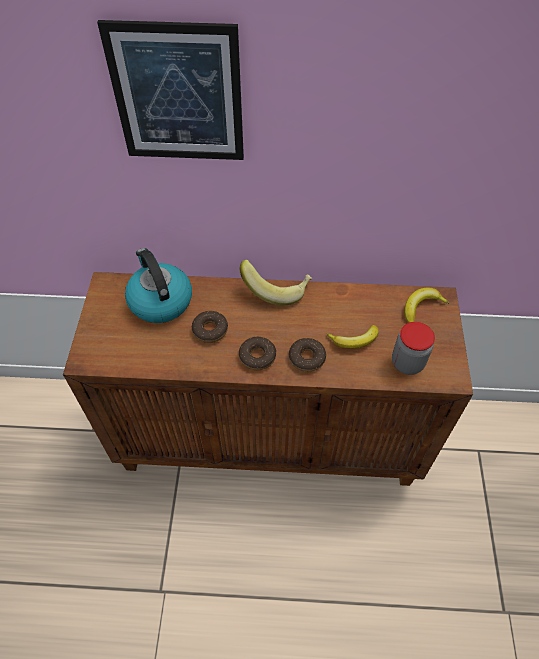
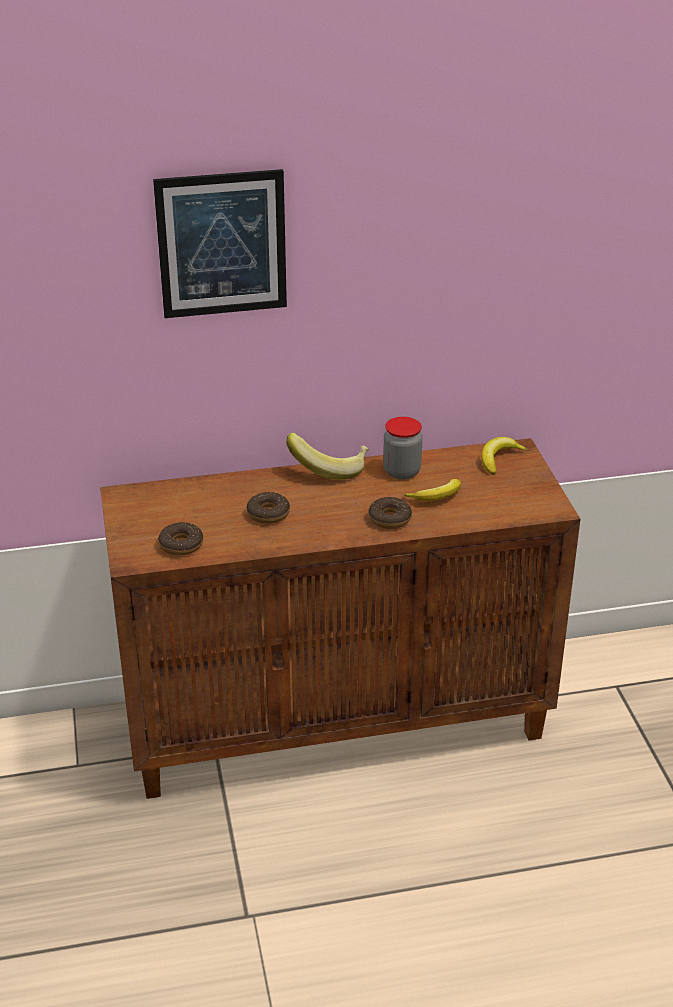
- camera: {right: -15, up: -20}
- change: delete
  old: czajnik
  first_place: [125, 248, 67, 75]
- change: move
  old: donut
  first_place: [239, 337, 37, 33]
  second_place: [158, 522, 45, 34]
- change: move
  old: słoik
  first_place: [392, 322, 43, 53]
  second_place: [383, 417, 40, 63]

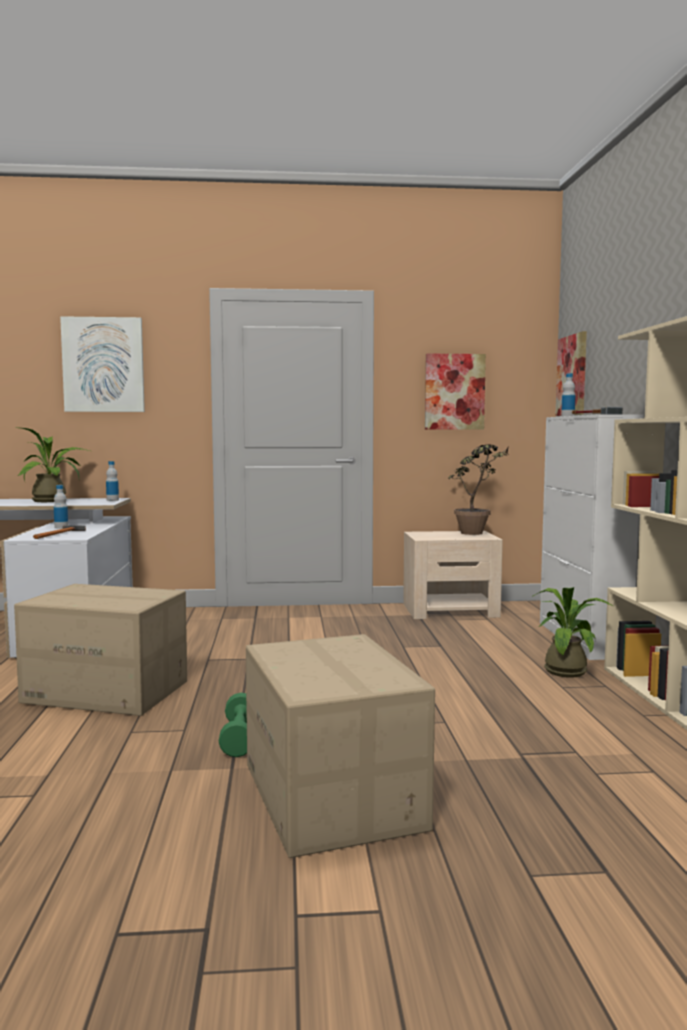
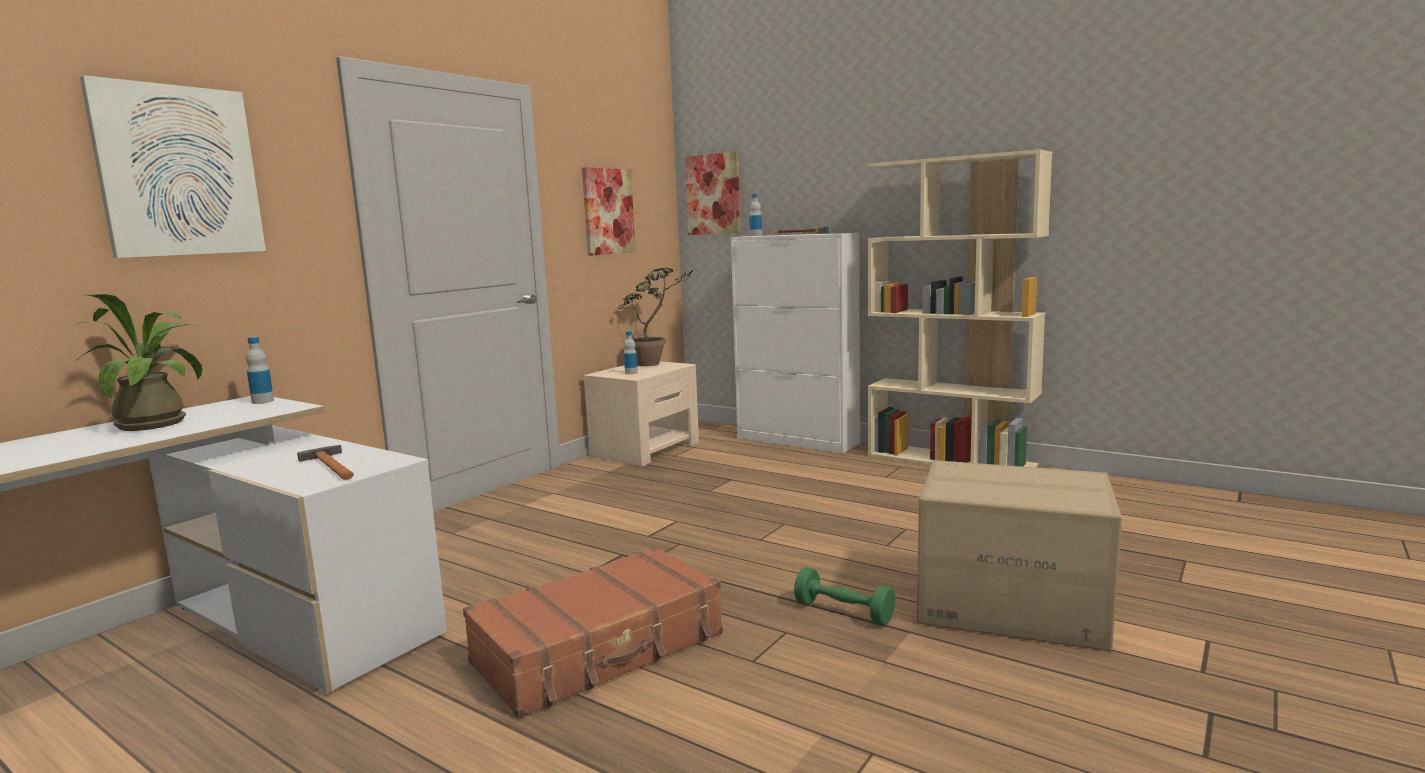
- camera: {right: -50, up: 5}
- change: replace
  old: karton
  new: walizka/brązowy
  first_place: [14, 584, 173, 132]
  second_place: [463, 546, 260, 172]
- change: move
  old: butelka
  first_place: [54, 485, 14, 44]
  second_place: [624, 331, 14, 43]
- change: delete
  old: roślina doniczkowa
  first_place: [532, 587, 81, 91]

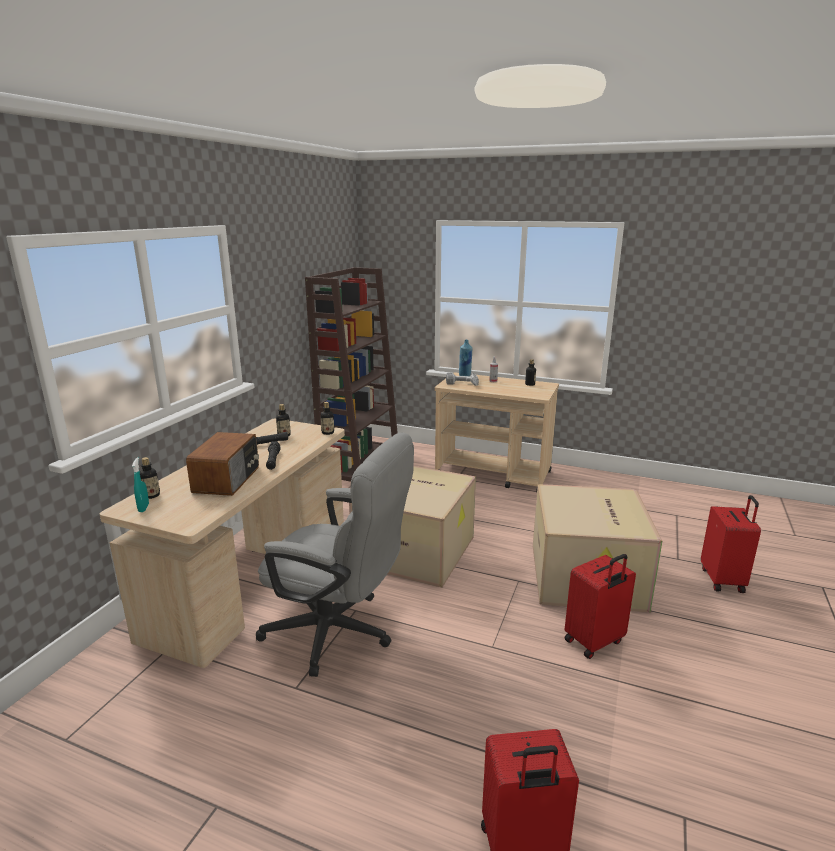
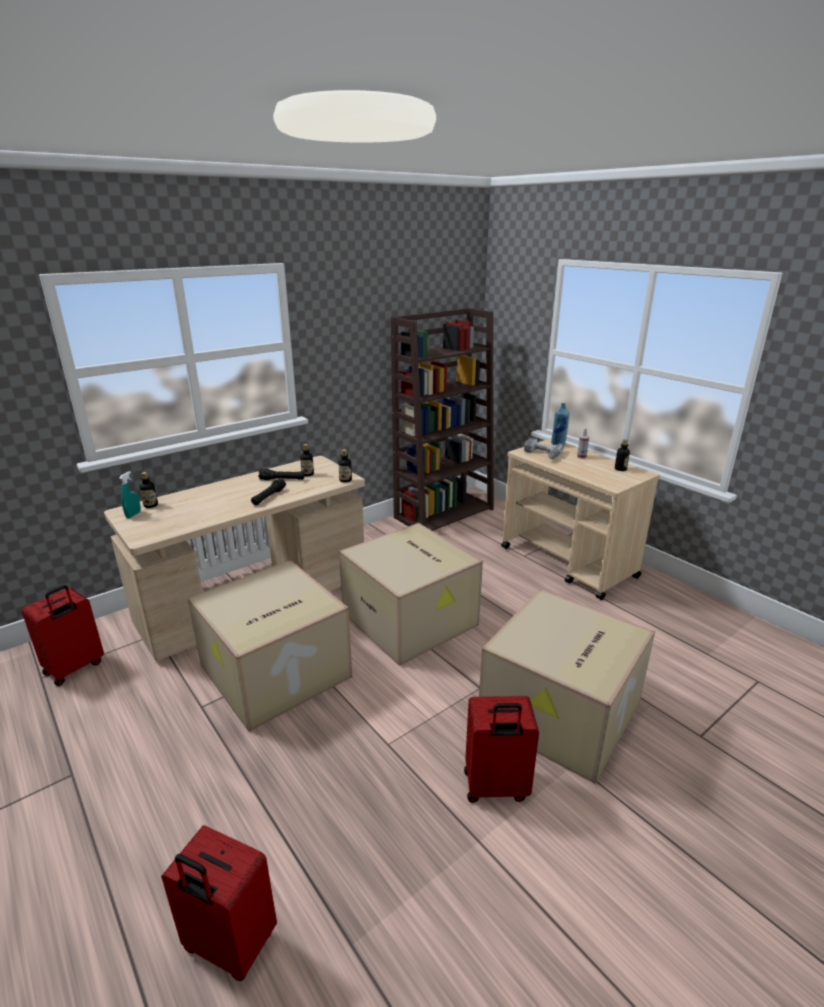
- camera: {right: 30, up: 5}
- change: delete
  old: radio
  first_place: [186, 432, 73, 64]
- change: replace
  old: krzesło biurowe/szary
  new: karton
  first_place: [256, 433, 158, 244]
  second_place: [188, 560, 164, 172]
- change: move
  old: walizka/czerwony
  first_place: [701, 495, 60, 98]
  second_place: [22, 585, 82, 101]

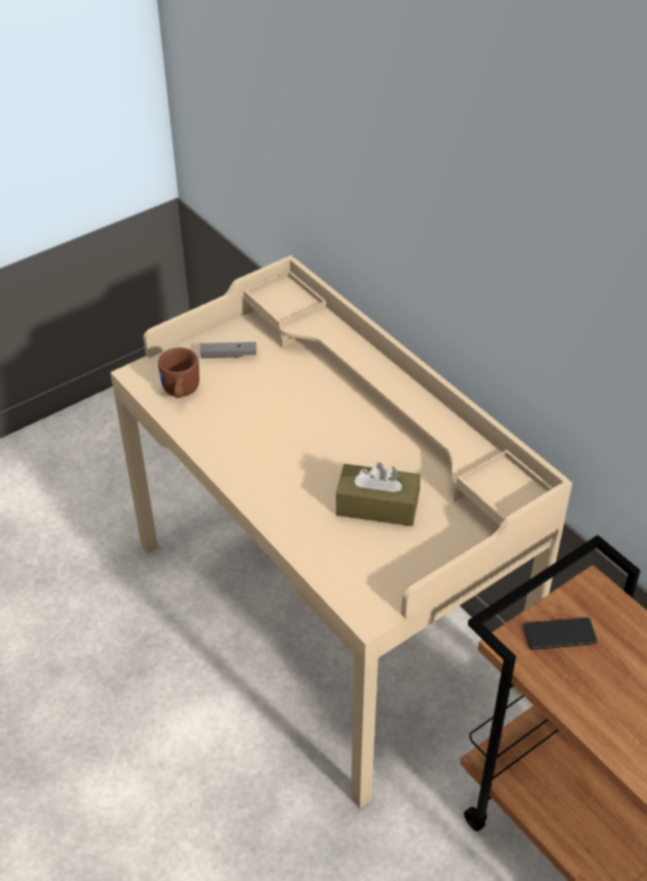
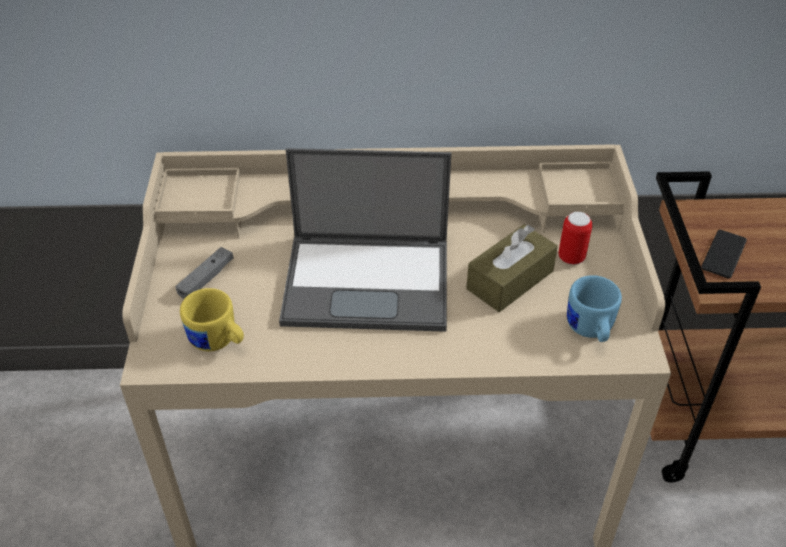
- camera: {right: -55, up: 0}
- change: recolor
  old: kubek/brązowy
  new: kubek/żółty
  first_place: [158, 347, 41, 51]
  second_place: [180, 288, 64, 63]
- change: insert
  new: laptop
  second_place: [279, 148, 172, 184]
- change: insert
  new: puszka
  second_place: [558, 212, 34, 53]
- change: insert
  new: kubek/niebieski
  second_place: [567, 275, 55, 67]

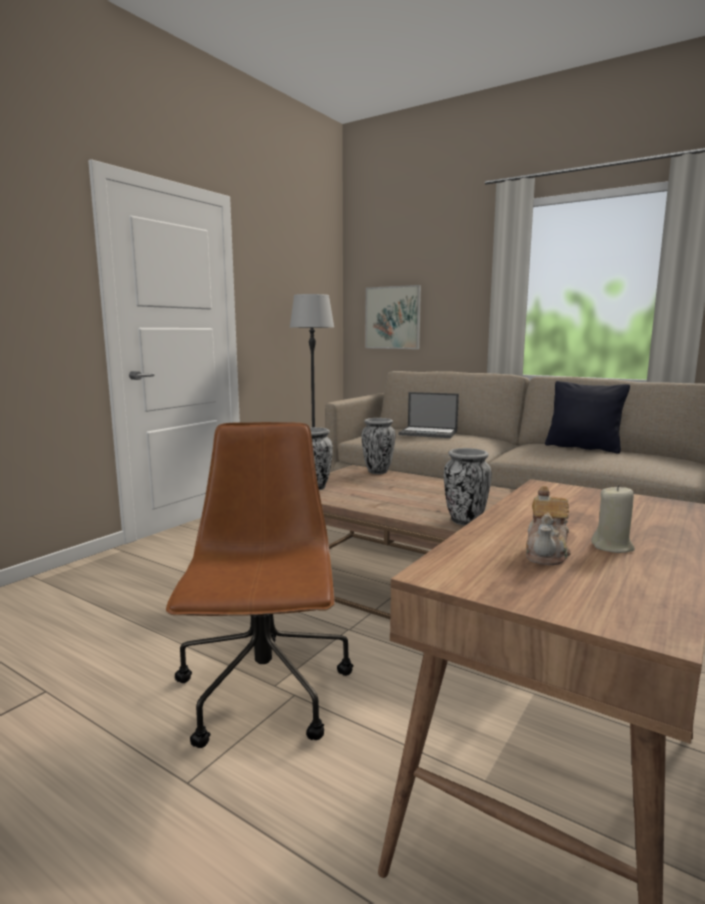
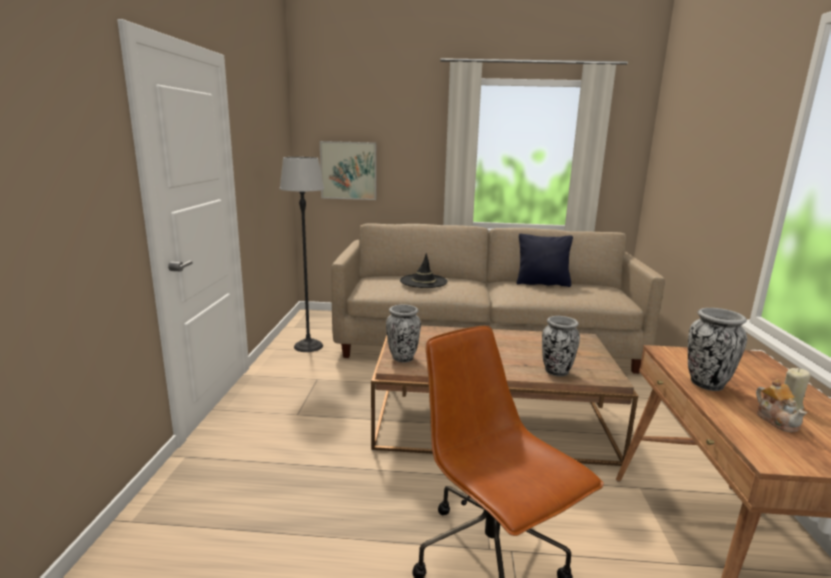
- camera: {right: -30, up: 5}
- change: move
  old: wazon
  first_place: [361, 418, 35, 56]
  second_place: [688, 308, 59, 83]
- change: replace
  old: laptop
  new: kapelusz/czarny
  first_place: [399, 392, 60, 46]
  second_place: [400, 253, 48, 35]

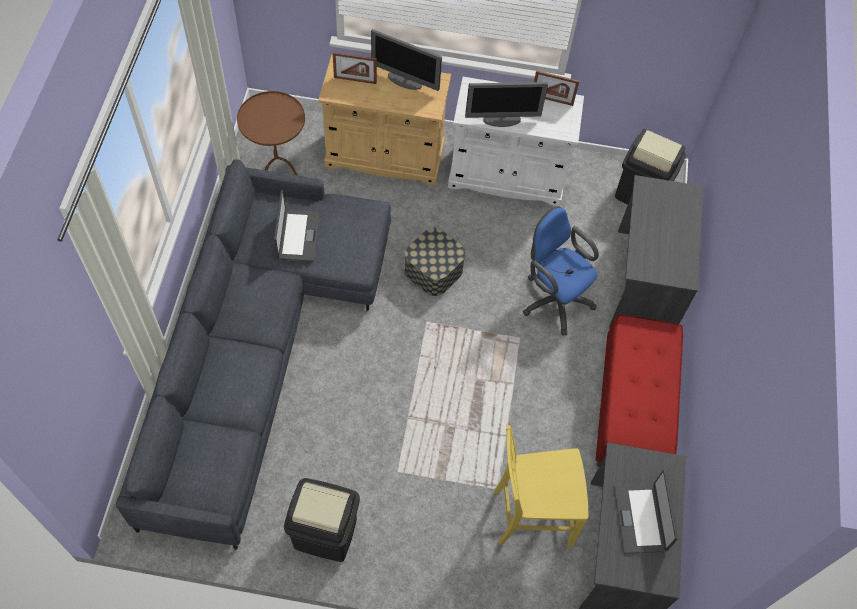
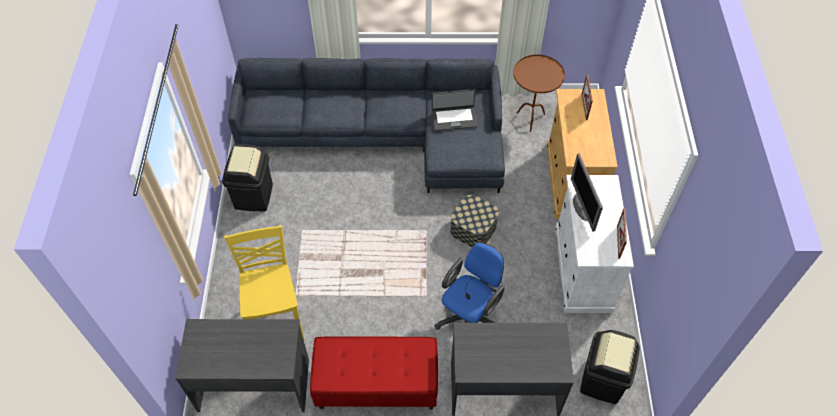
- camera: {right: 85, up: -5}
- change: delete
  old: monitor
  first_place: [371, 29, 71, 62]
- change: delete
  old: laptop
  first_place: [614, 470, 64, 84]

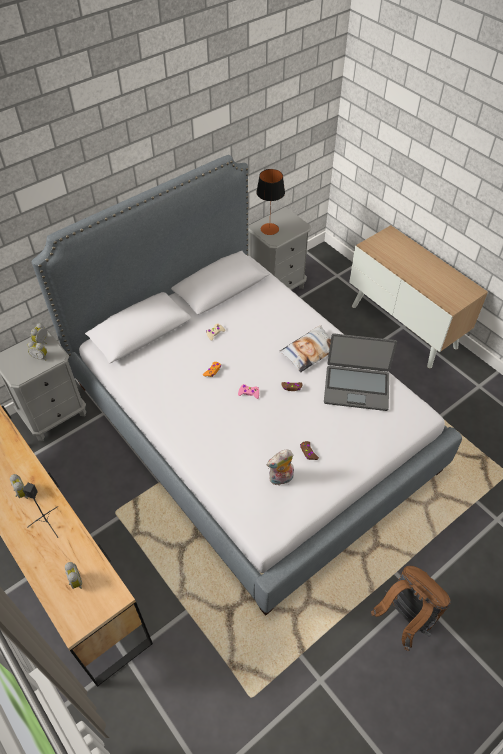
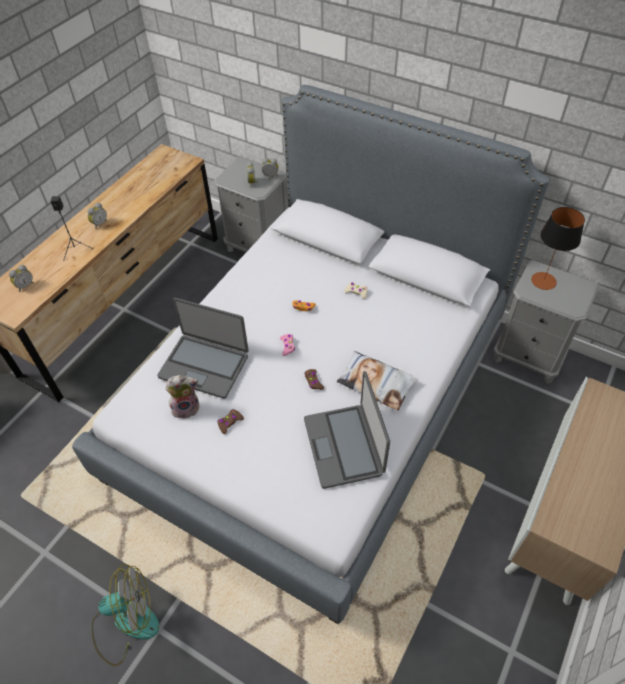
- camera: {right: 70, up: 0}
- change: rotate
  old: pluszak
  first_place: [267, 450, 27, 36]
  second_place: [165, 375, 34, 44]
  degrees: 120
- change: replace
  old: plecak/brązowy
  new: wentylator
  first_place: [371, 566, 80, 85]
  second_place: [91, 564, 68, 102]
- change: insert
  new: laptop
  second_place: [157, 298, 92, 101]

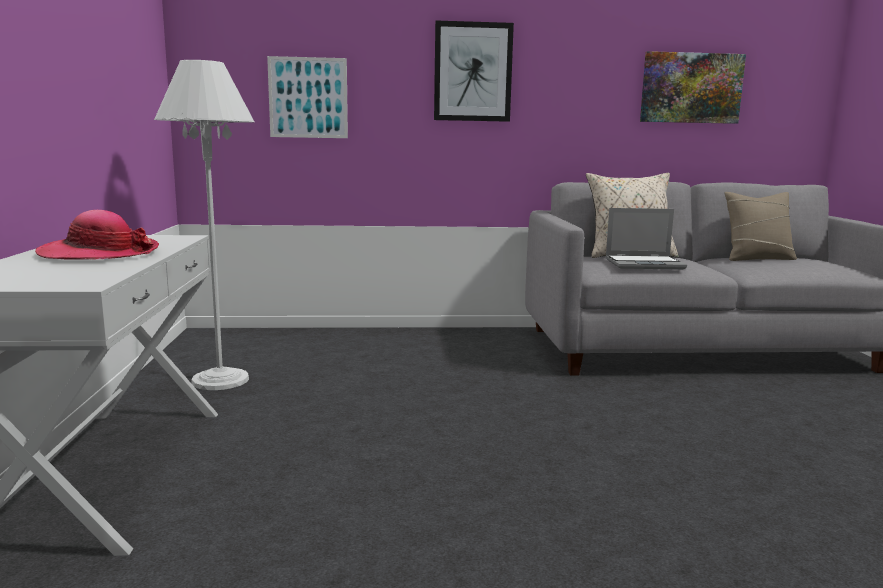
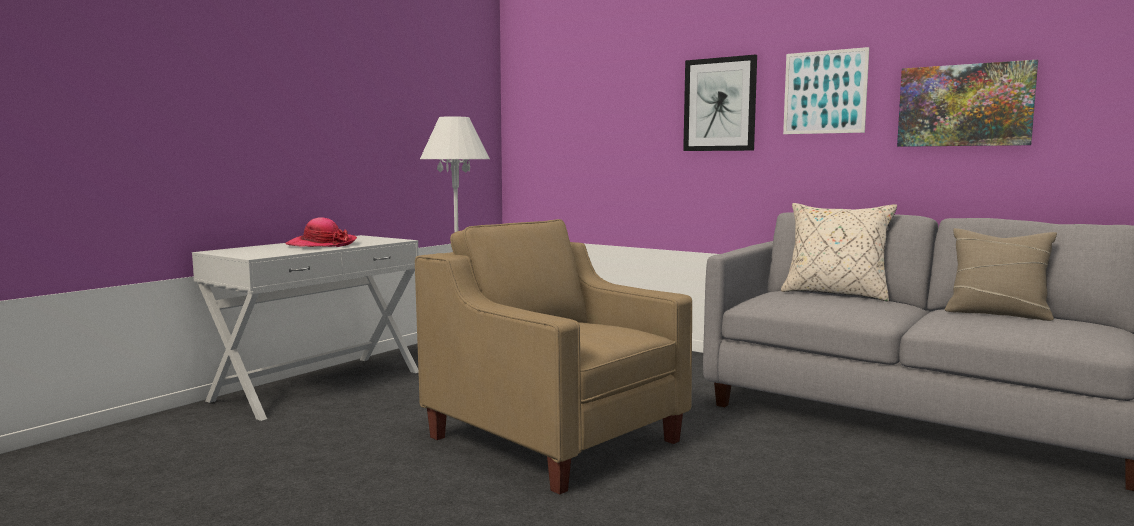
- camera: {right: 40, up: -5}
- change: move
  old: obraz
  first_place: [267, 56, 81, 82]
  second_place: [783, 47, 86, 87]
- change: delete
  old: laptop
  first_place: [605, 208, 82, 62]
- change: insert
  new: fotel/beżowy
  second_place: [415, 219, 277, 276]

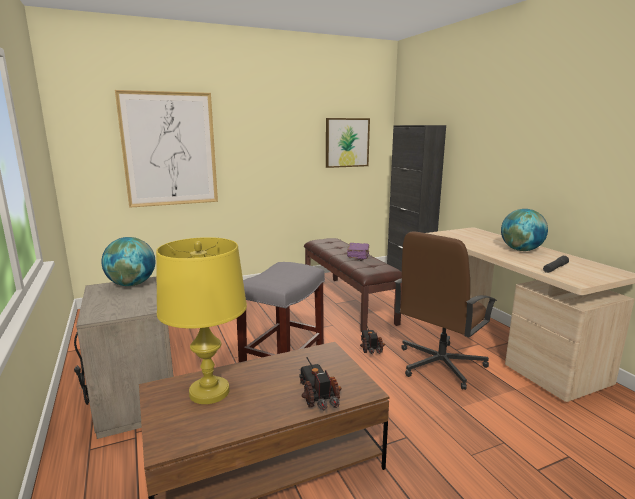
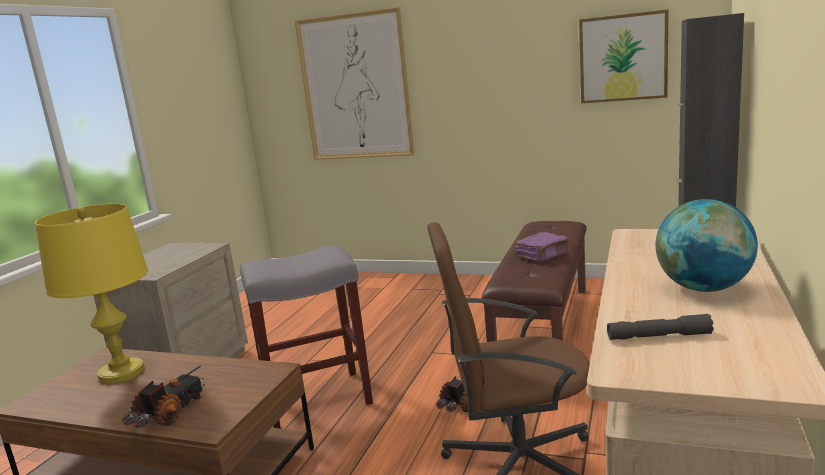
- camera: {right: 45, up: 0}
- change: delete
  old: globus
  first_place: [101, 237, 54, 49]

